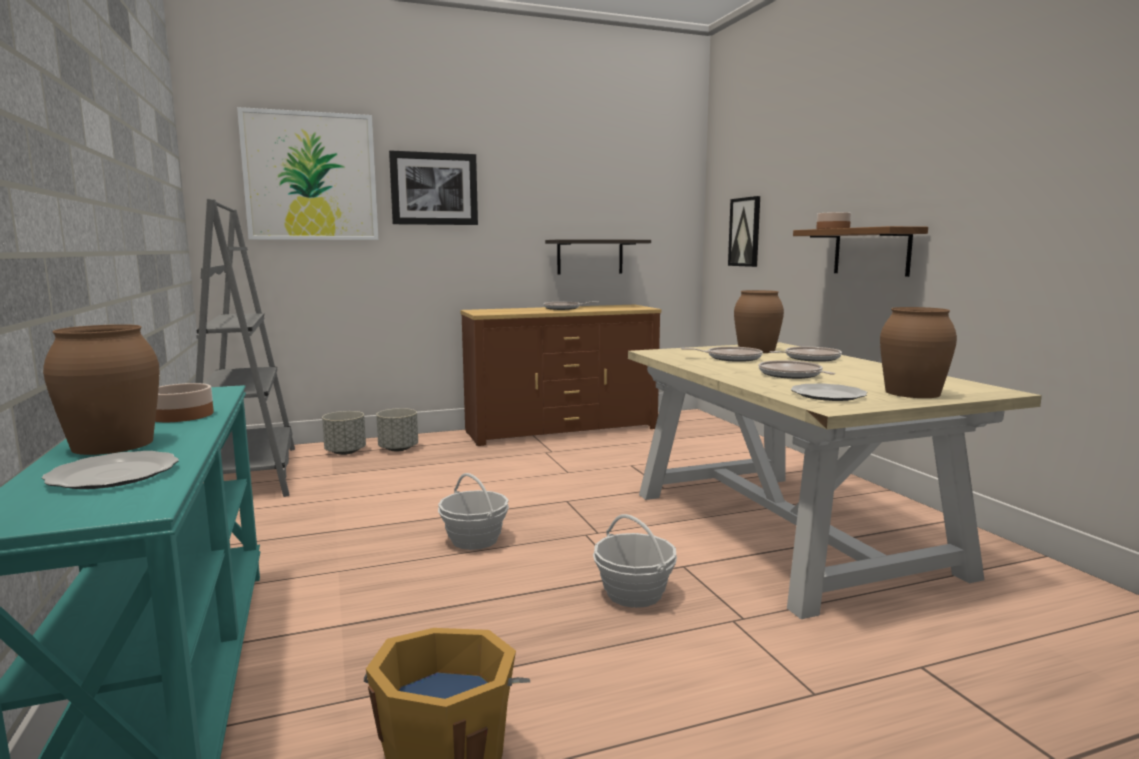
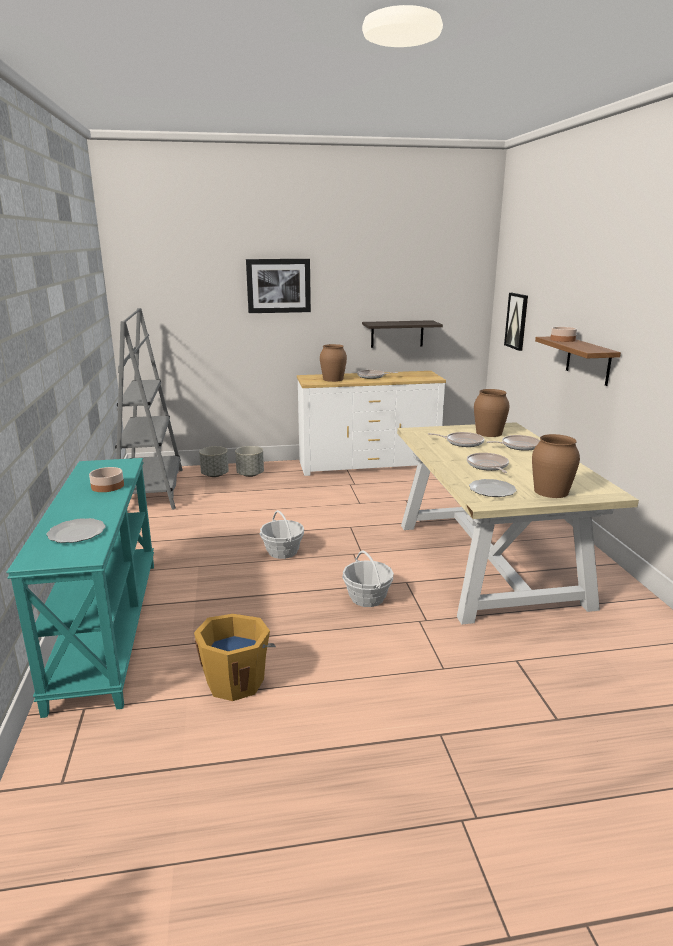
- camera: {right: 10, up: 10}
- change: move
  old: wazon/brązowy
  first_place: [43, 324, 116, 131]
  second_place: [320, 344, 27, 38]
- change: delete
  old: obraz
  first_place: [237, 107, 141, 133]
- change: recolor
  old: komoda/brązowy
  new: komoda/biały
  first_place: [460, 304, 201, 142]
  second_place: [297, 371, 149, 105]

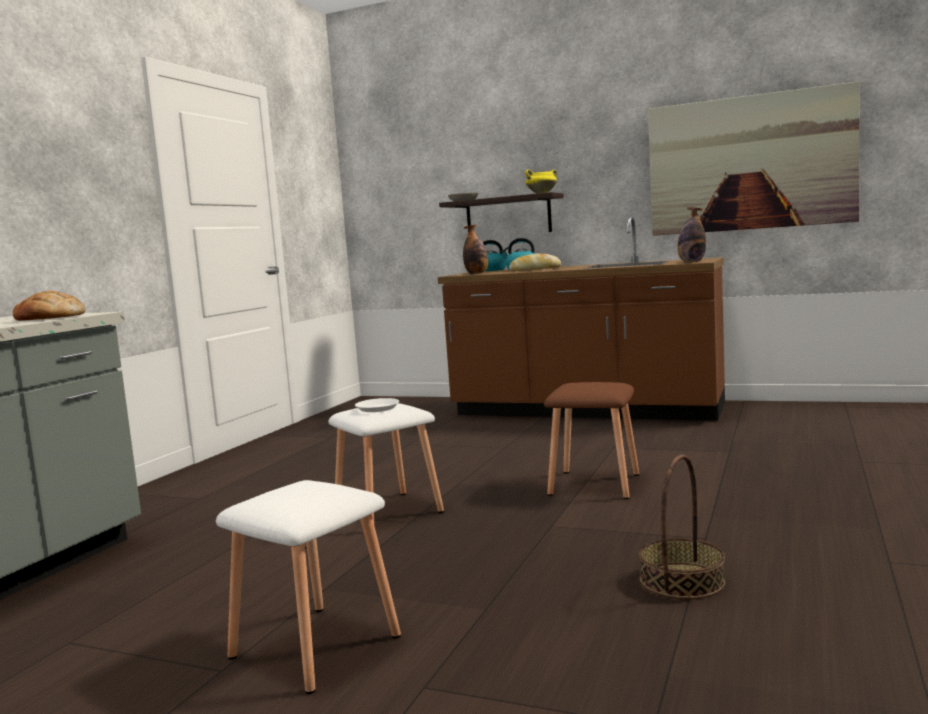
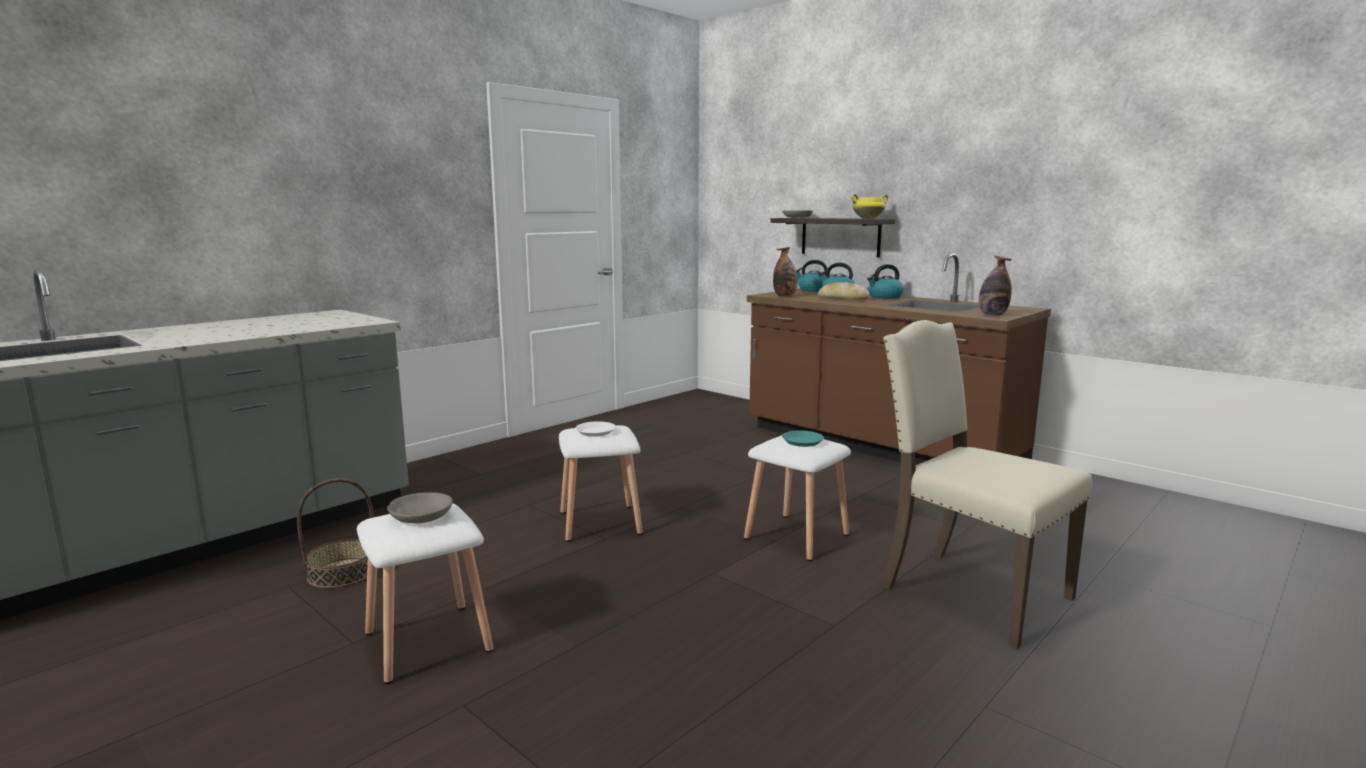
- camera: {right: 20, up: 5}
- change: delete
  old: chleb
  first_place: [13, 291, 72, 30]
- change: recolor
  old: stołek/brązowy
  new: stołek/biały
  first_place: [544, 382, 95, 117]
  second_place: [744, 435, 107, 126]
- change: move
  old: koszyk
  first_place: [639, 455, 87, 144]
  second_place: [297, 478, 77, 111]
- change: delete
  old: obraz
  first_place: [648, 81, 211, 155]
- change: insert
  new: miska/szary
  second_place: [387, 492, 66, 31]
- change: insert
  new: talerz/turkusowy
  second_place: [782, 431, 42, 16]
- change: insert
  new: czajnik
  second_place: [867, 264, 37, 35]
- change: insert
  new: krzesło/beżowy
  second_place: [882, 320, 211, 329]

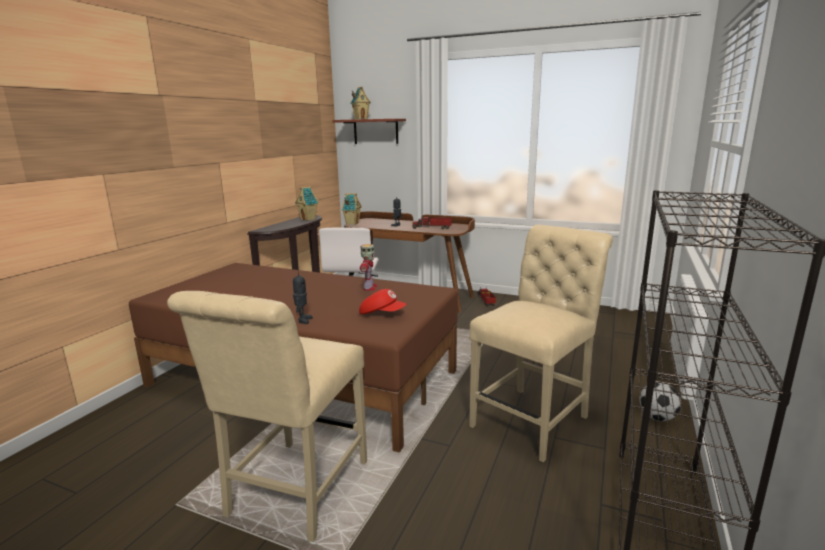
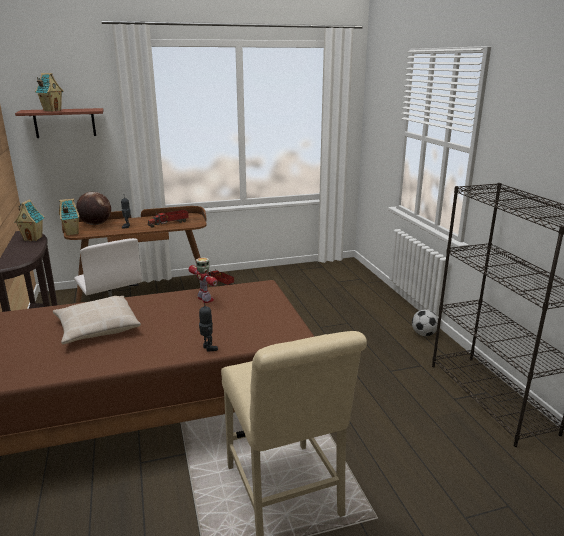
- camera: {right: -40, up: 5}
- change: delete
  old: czapka z daszkiem/czerwony
  first_place: [359, 289, 47, 25]
- change: delete
  old: krzesło/beżowy
  first_place: [469, 224, 144, 238]
- change: insert
  new: poduszka/beżowy
  second_place: [53, 296, 88, 48]
- change: insert
  new: globus
  second_place: [76, 192, 35, 33]

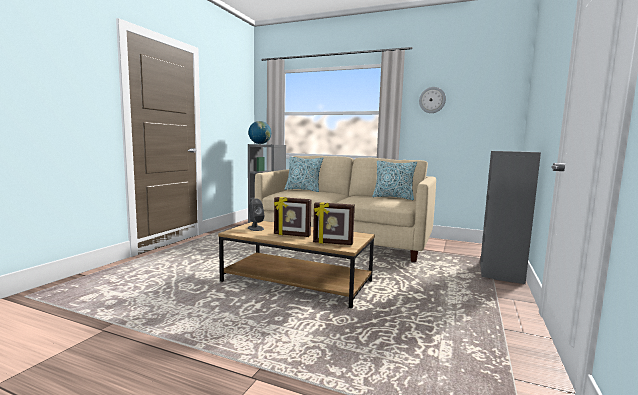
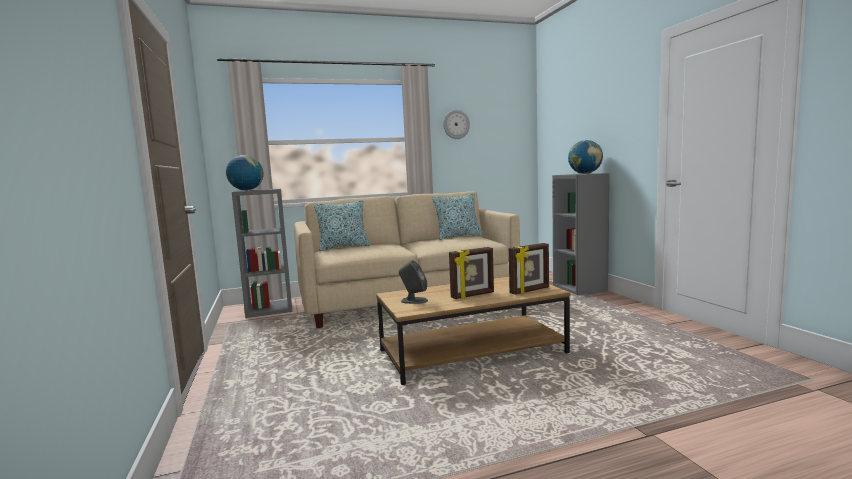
- camera: {right: -40, up: 0}
- change: insert
  new: globus
  second_place: [568, 140, 35, 34]

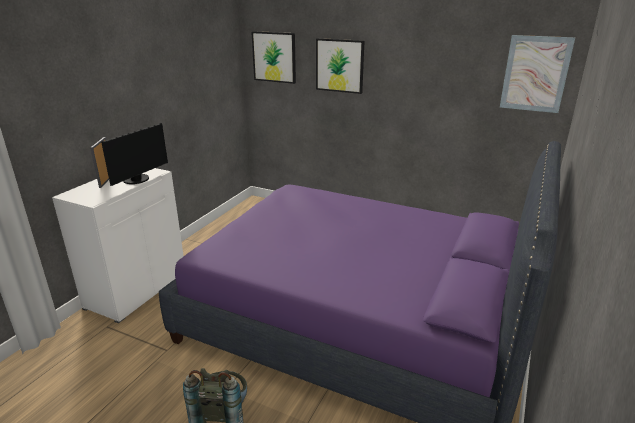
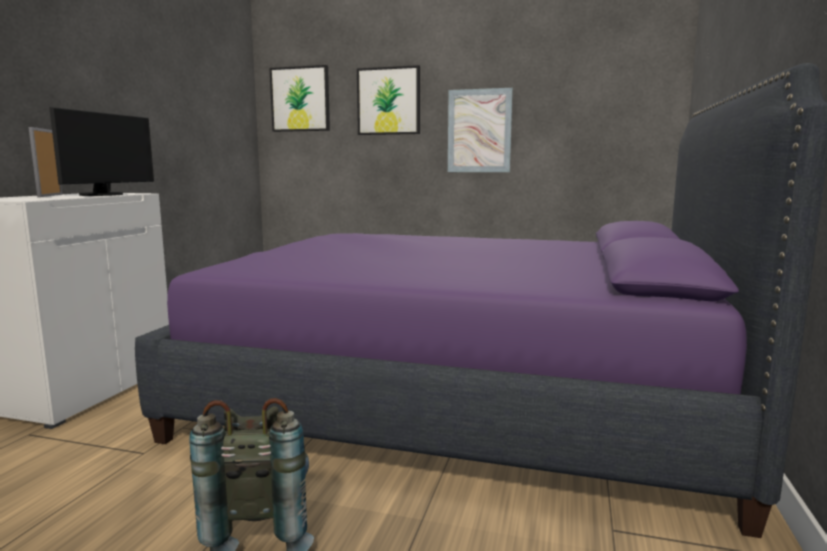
- camera: {right: -10, up: -15}
- change: move
  old: obraz
  first_place: [500, 35, 75, 78]
  second_place: [448, 88, 65, 84]

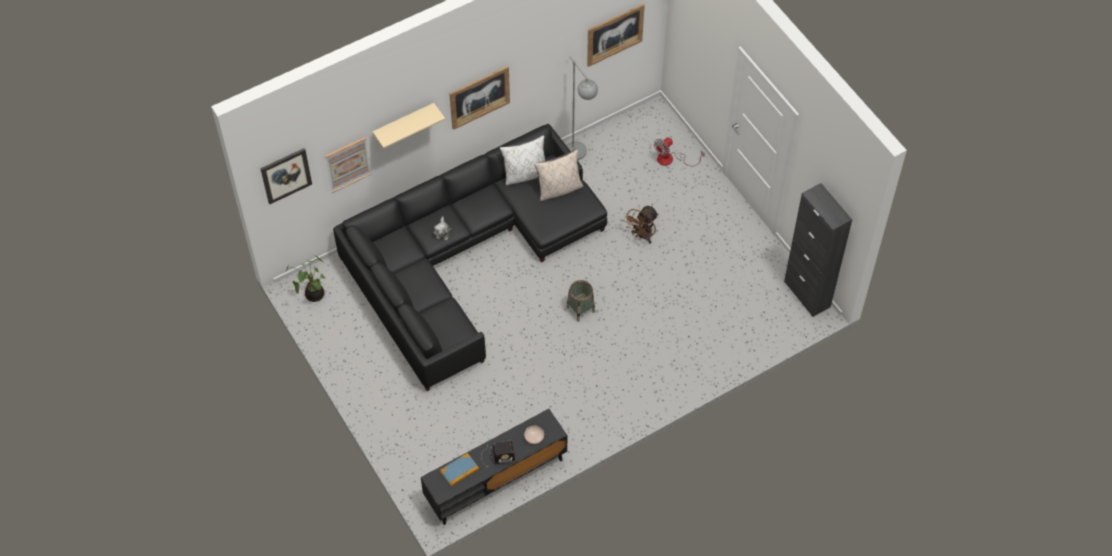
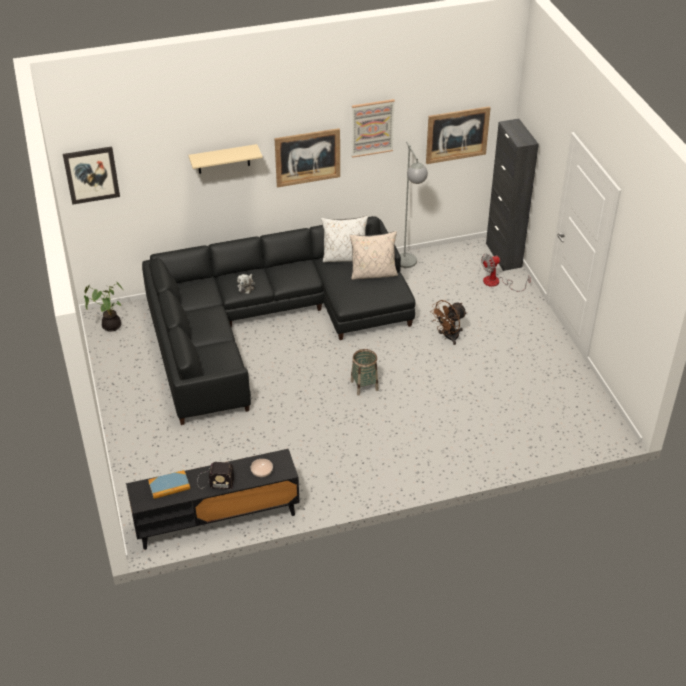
- camera: {right: 15, up: -15}
- change: move
  old: obraz
  first_place: [325, 137, 47, 56]
  second_place: [351, 99, 44, 59]
- change: move
  old: szafka/czarny
  first_place: [784, 183, 68, 134]
  second_place: [486, 119, 53, 152]

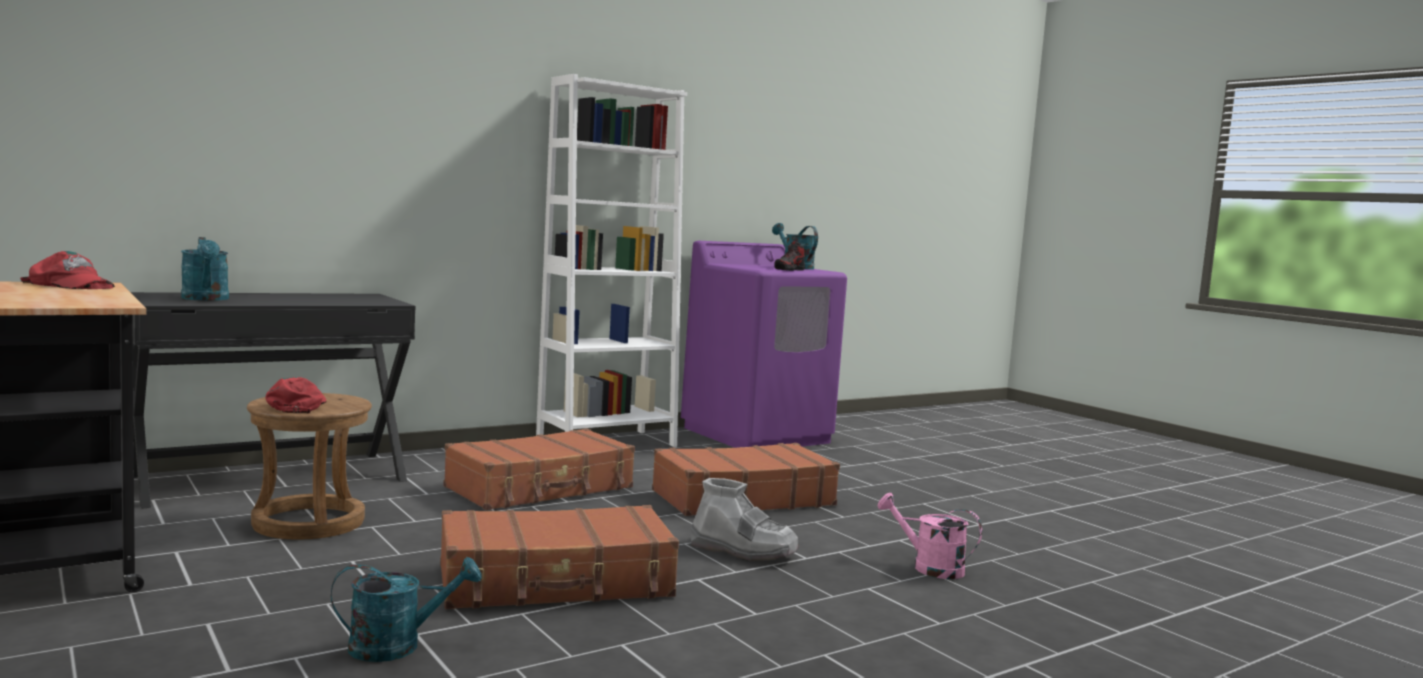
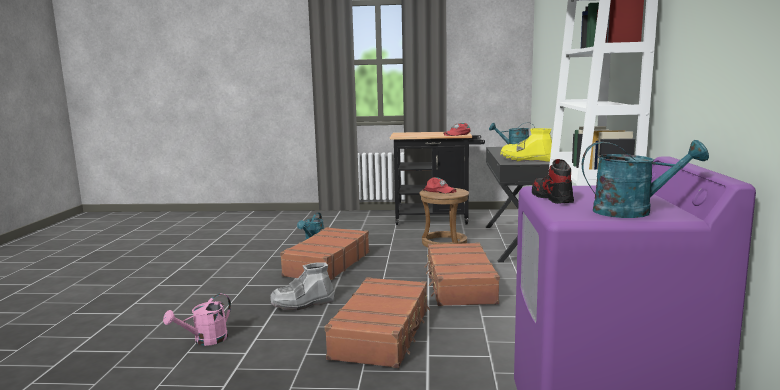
- camera: {right: 130, up: 5}
- change: rotate
  old: konewka/różowy
  first_place: [878, 493, 104, 86]
  second_place: [163, 293, 68, 53]
  degrees: 150
- change: insert
  new: but z cholewką/żółty
  second_place: [500, 128, 52, 34]

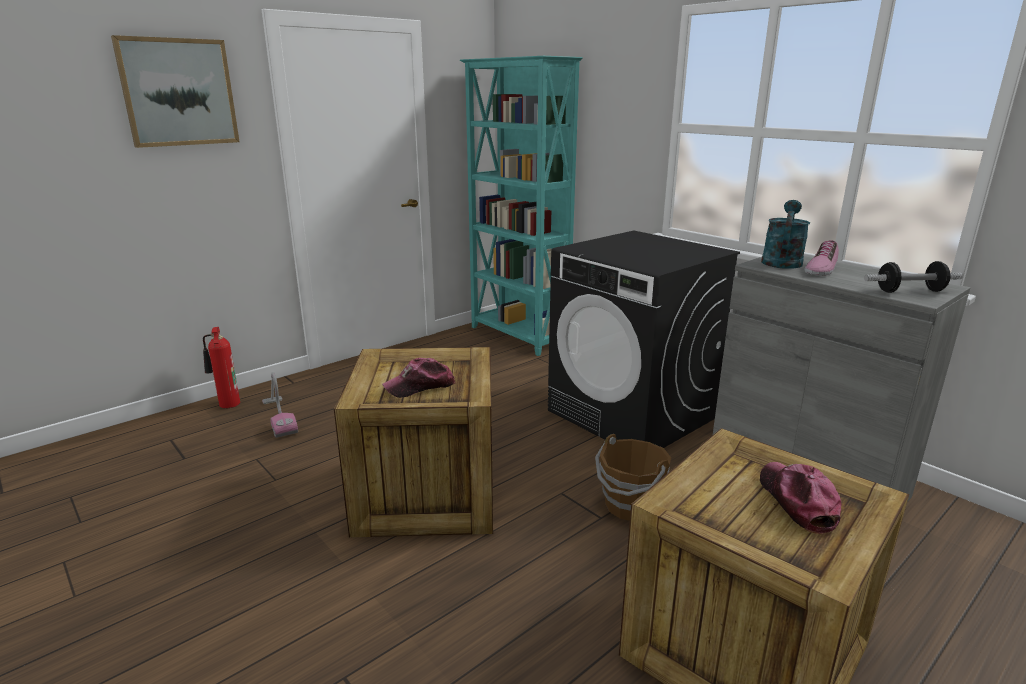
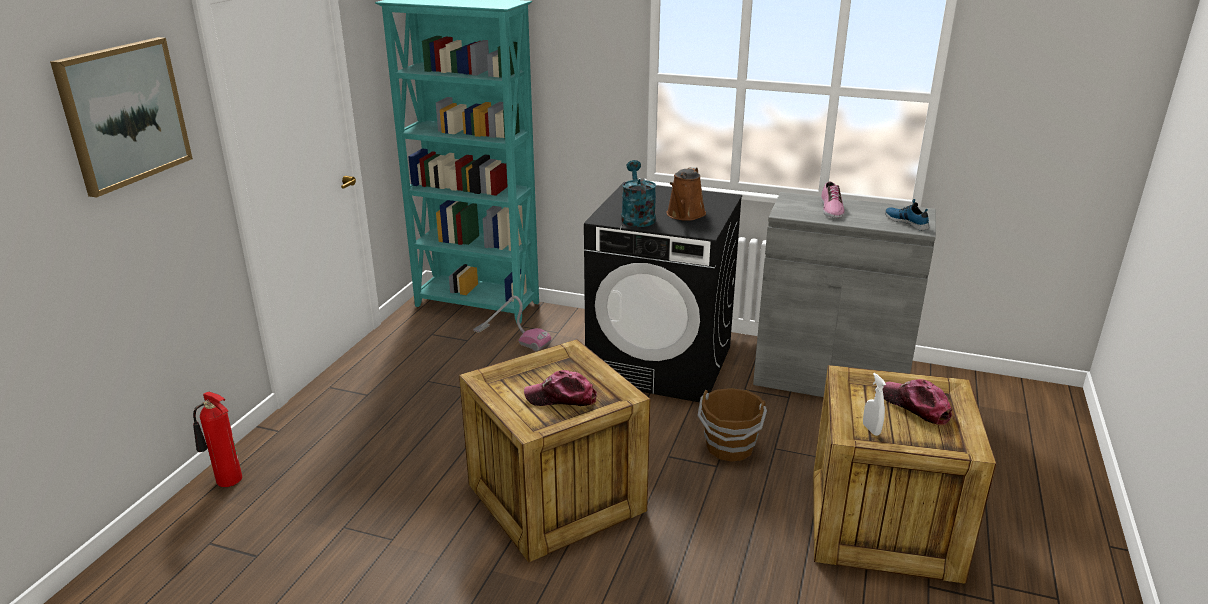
- camera: {right: -30, up: 5}
- change: move
  old: odkurzacz
  first_place: [262, 372, 36, 66]
  second_place: [473, 296, 78, 55]
- change: rotate
  old: czapka z daszkiem
  first_place: [382, 358, 74, 40]
  second_place: [524, 370, 73, 36]
  degrees: 60
- change: move
  old: konewka/turkusowy
  first_place: [761, 200, 49, 69]
  second_place: [621, 160, 35, 67]
- change: replace
  old: hantel
  new: but
  first_place: [864, 261, 99, 32]
  second_place: [885, 199, 44, 31]
- change: insert
  new: konewka/brązowy
  second_place: [666, 167, 40, 54]
- change: insert
  new: spryskiwacz/biały
  second_place: [863, 373, 23, 63]

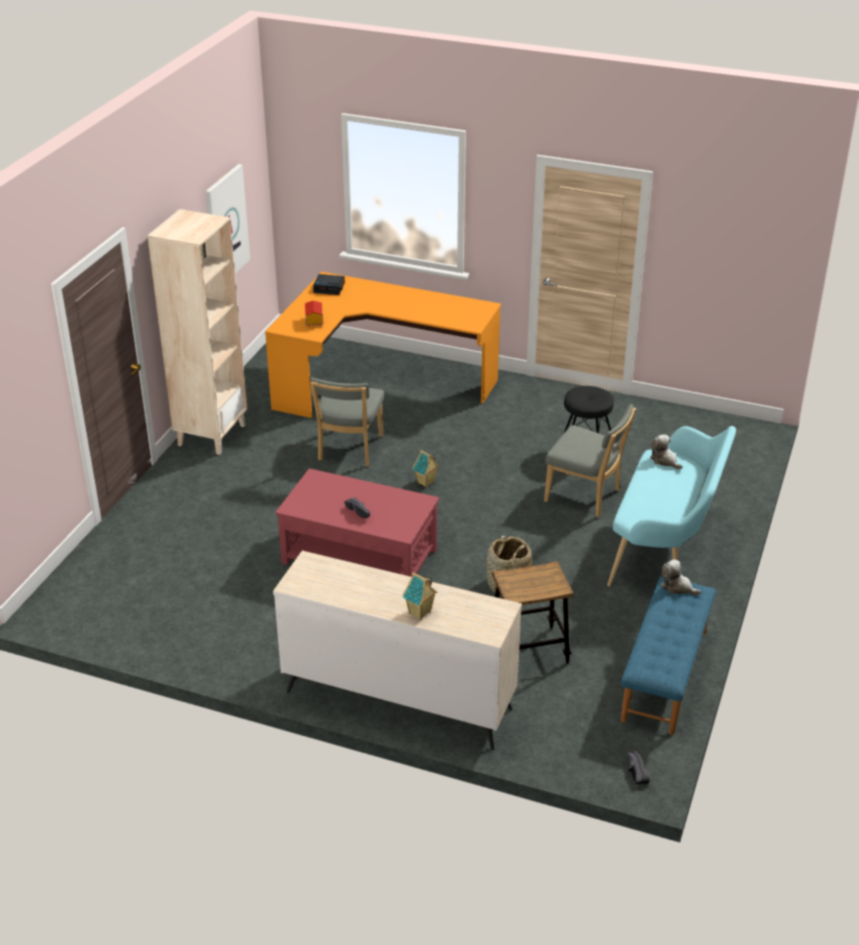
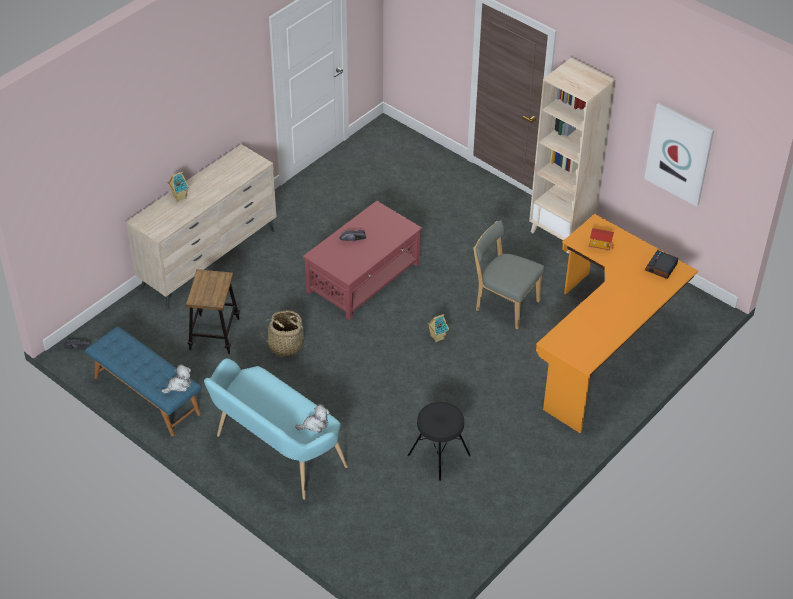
- camera: {right: 110, up: 10}
- change: delete
  old: krzesło/szary
  first_place: [544, 404, 92, 114]

